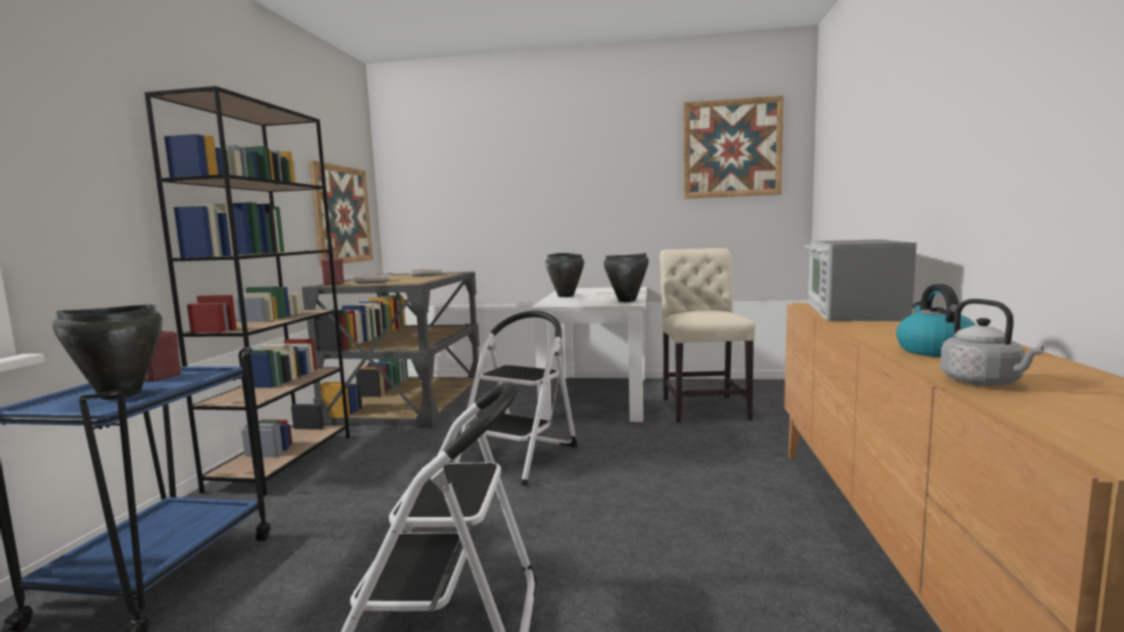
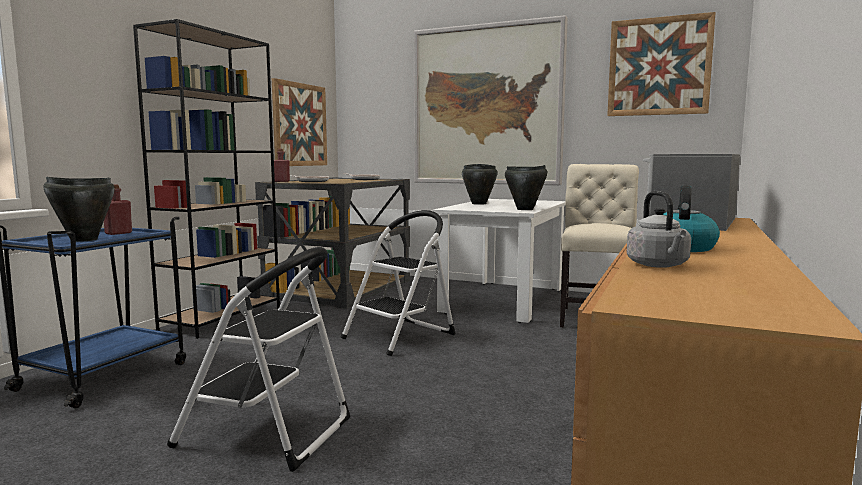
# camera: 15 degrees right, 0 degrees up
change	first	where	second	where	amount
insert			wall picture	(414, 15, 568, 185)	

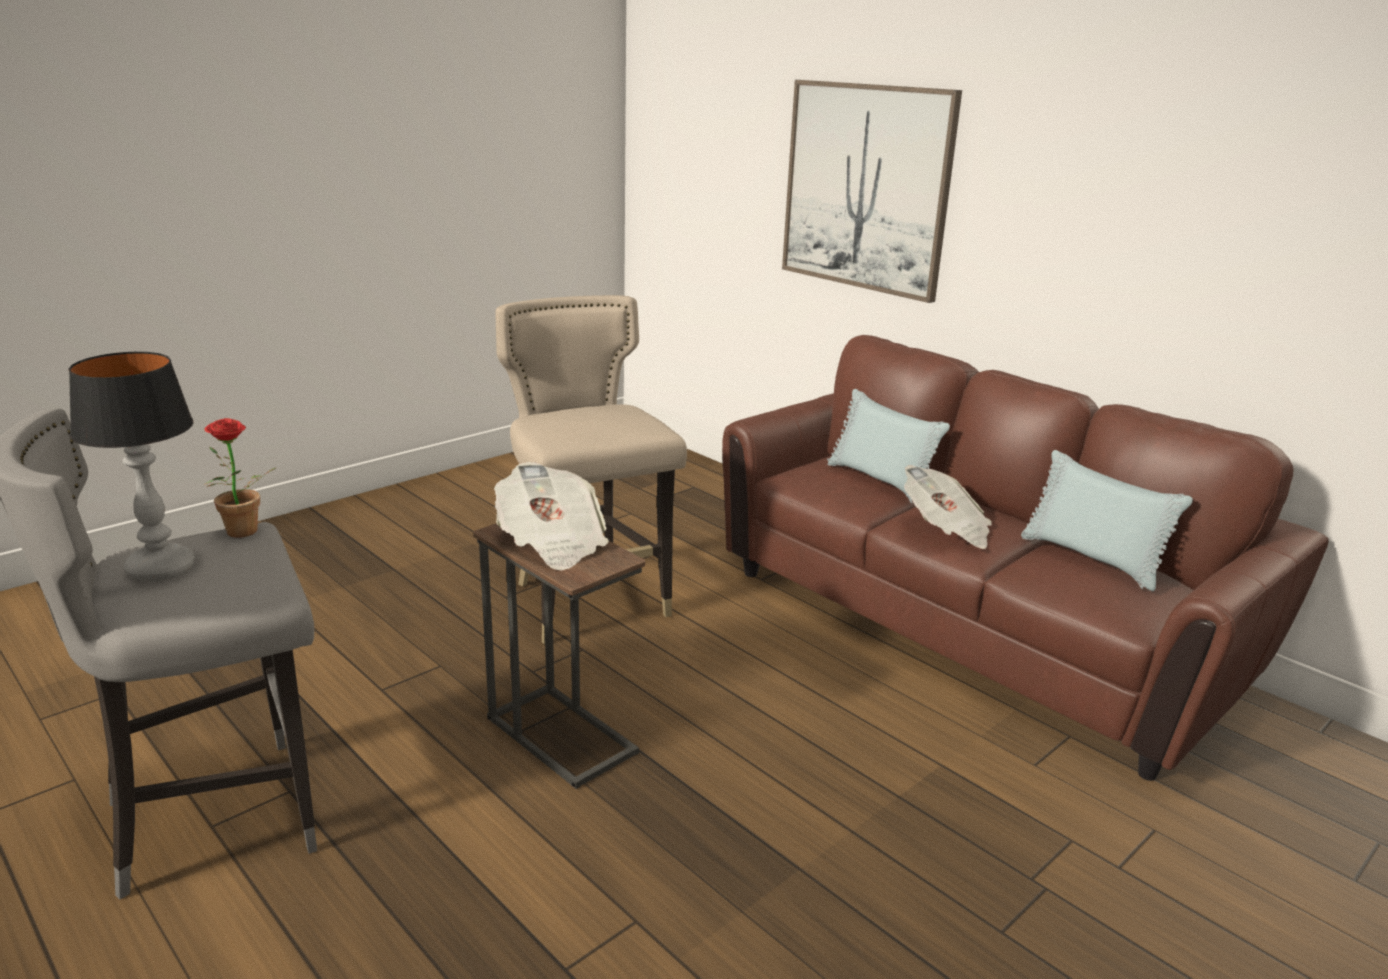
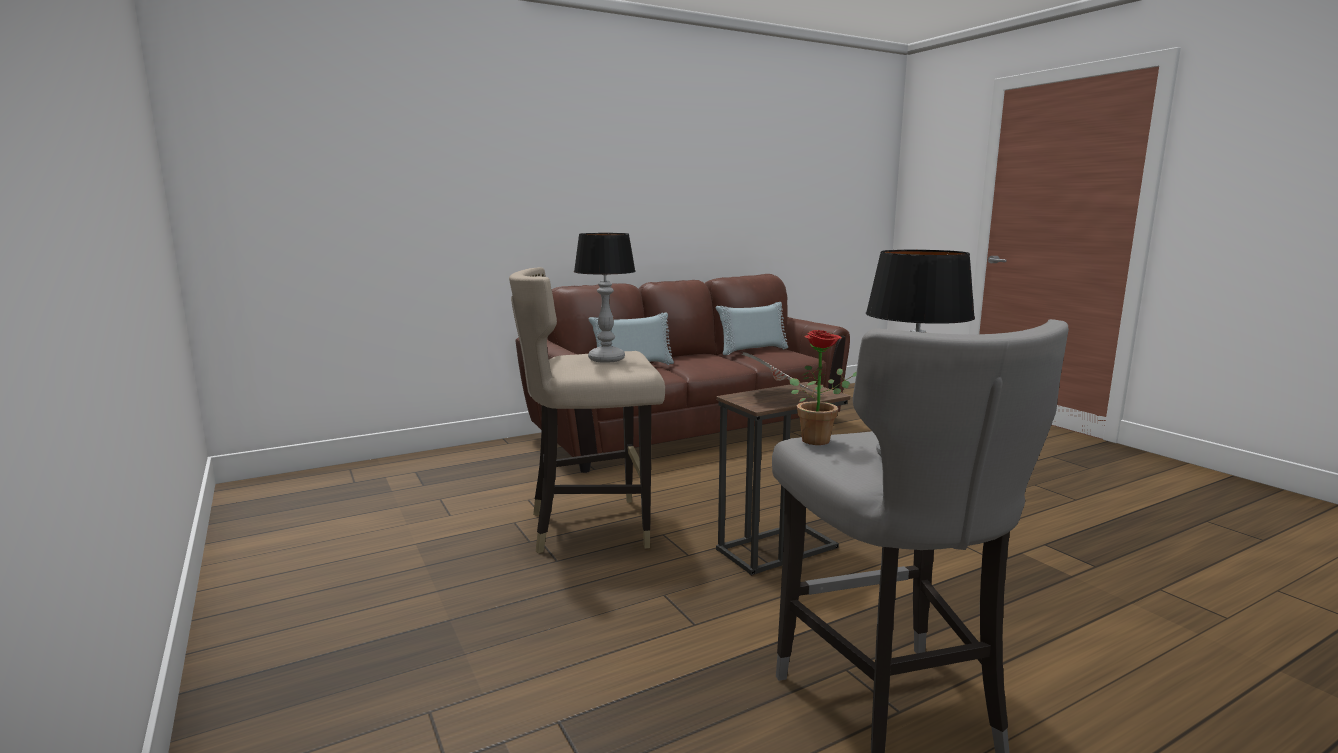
# camera: 75 degrees left, 10 degrees down
change	first	where	second	where	amount
delete	wall picture	(782, 80, 962, 303)			
delete	printed paper	(904, 465, 992, 549)			
insert			tabletop lamp	(574, 233, 636, 363)	

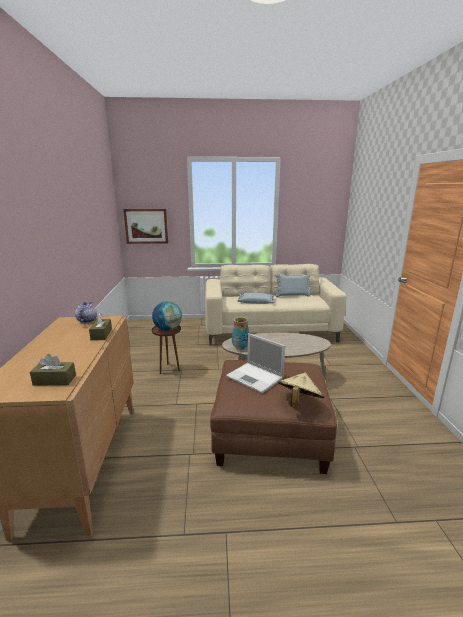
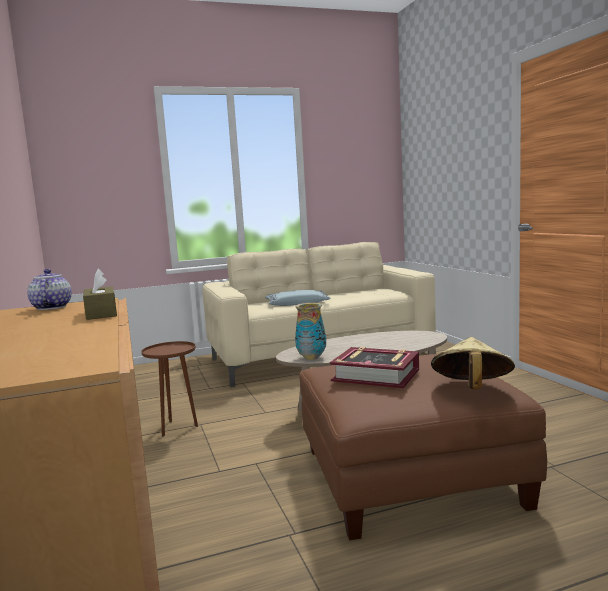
# camera: 15 degrees left, 10 degrees down
change	first	where	second	where	amount
delete	brown tissue holder	(30, 354, 76, 386)			
delete	wall picture	(123, 209, 168, 244)			
delete	world globe	(152, 301, 182, 331)			
replace	notebook computer	(226, 333, 285, 393)	volume	(330, 347, 419, 388)	
delete	bluish pillow	(275, 274, 311, 297)			

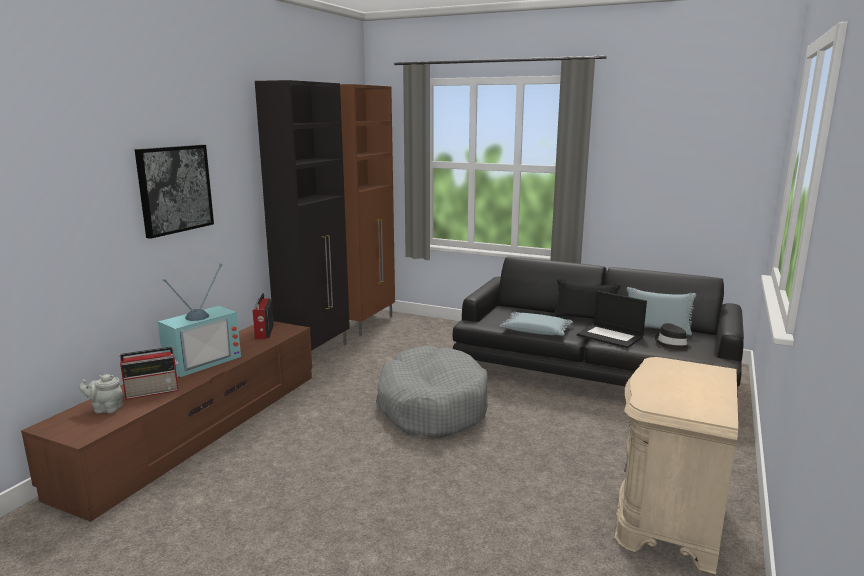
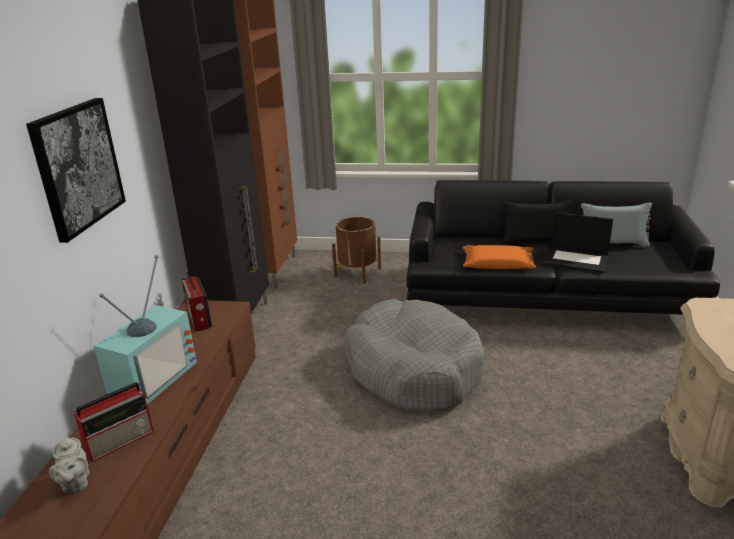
# camera: 15 degrees left, 10 degrees up
change	first	where	second	where	amount
rotate	greyish teapot	(79, 374, 123, 413)		(49, 435, 89, 492)	90 degrees counterclockwise
recolor	bluish pillow	(500, 312, 573, 336)	orange-coloured pillow	(462, 245, 536, 269)	
delete	black-coloured clothing hat	(655, 323, 692, 350)			
insert			brown flower pot	(332, 217, 381, 283)	

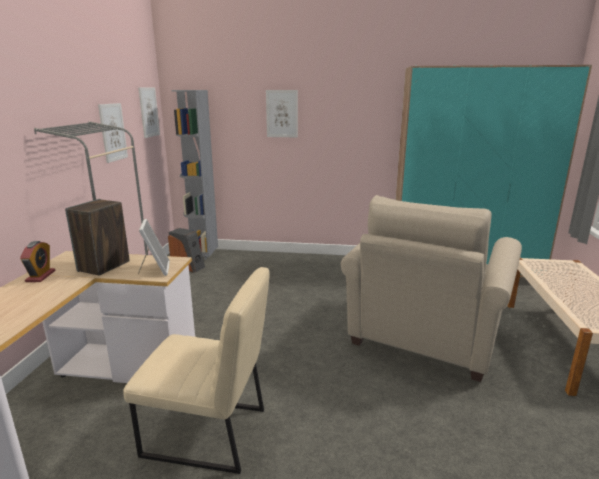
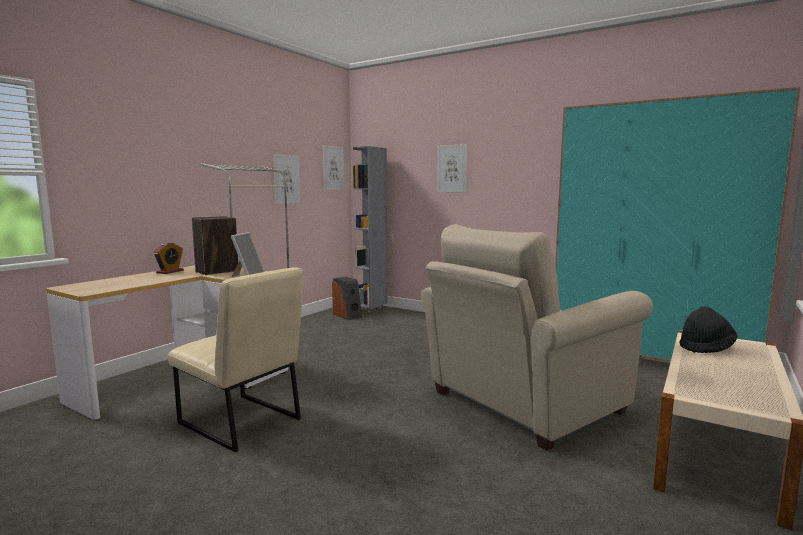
# camera: 25 degrees right, 10 degrees down
change	first	where	second	where	amount
insert			black-coloured clothing hat	(679, 306, 738, 353)	

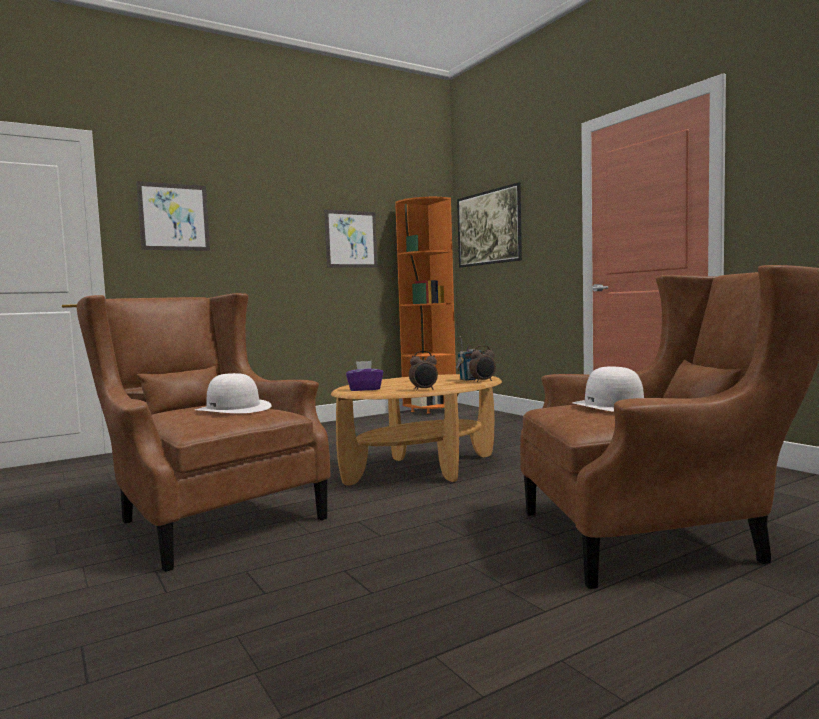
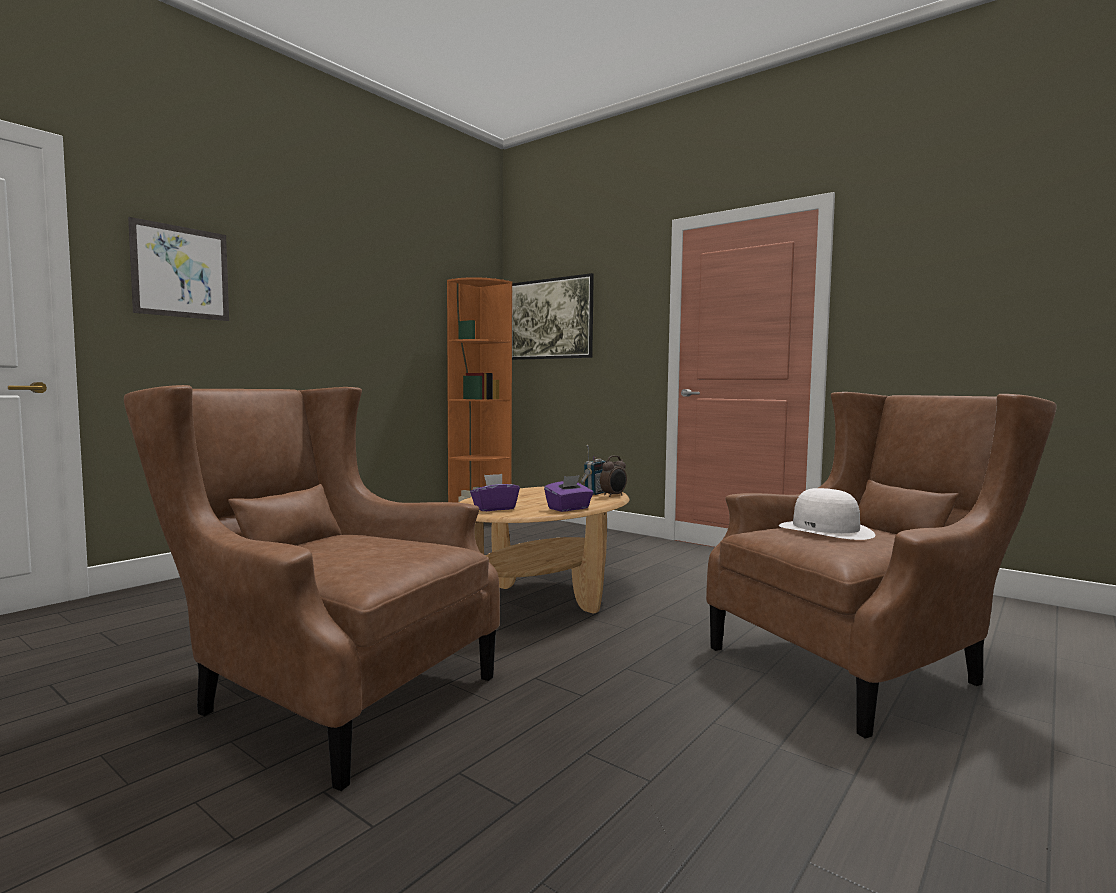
# camera: 20 degrees left, 0 degrees up
change	first	where	second	where	amount
delete	white-coloured clothing hat	(195, 373, 272, 413)			
delete	wall picture	(324, 209, 378, 268)			
replace	bedside clock	(409, 351, 438, 391)	purple-coloured tissue holder	(544, 475, 593, 512)	

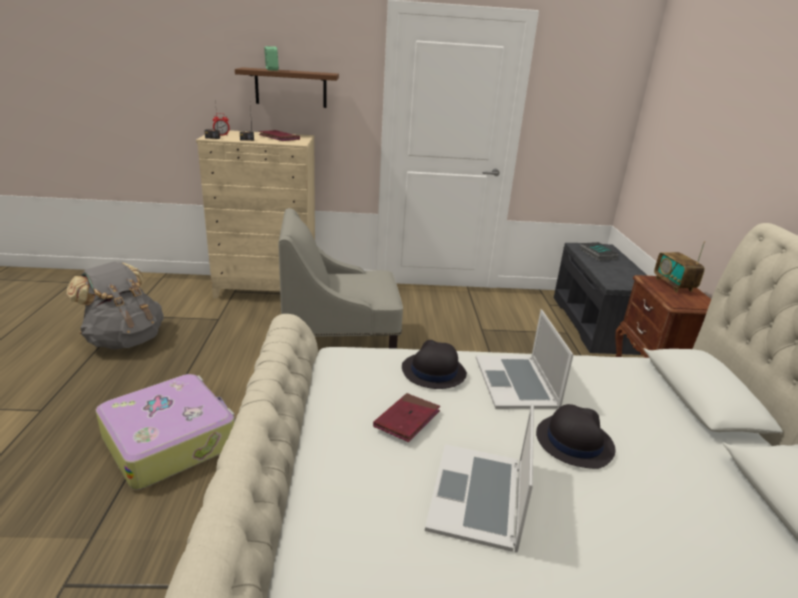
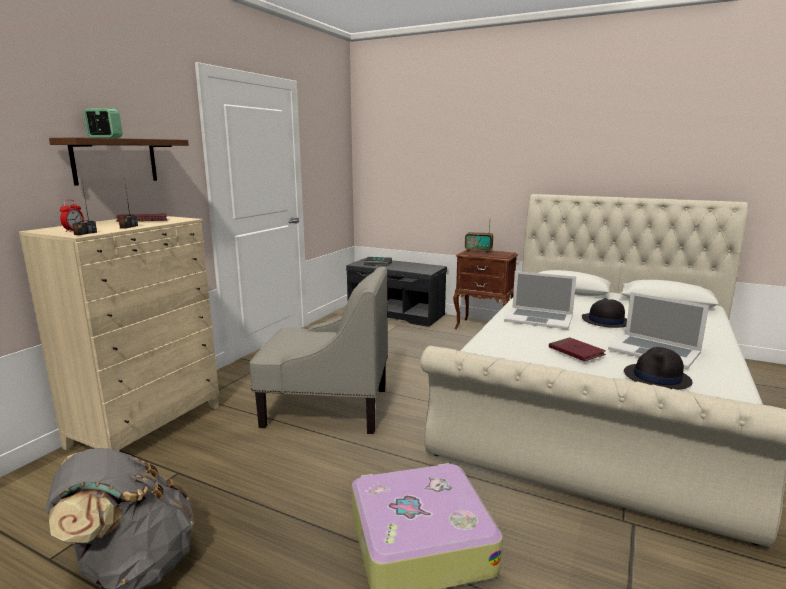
# camera: 60 degrees left, 10 degrees down
change	first	where	second	where	amount
rotate	greyish easy chair	(278, 208, 403, 349)		(250, 267, 388, 434)	105 degrees counterclockwise
move	black-coloured clothing hat	(402, 340, 467, 389)		(624, 347, 693, 390)	

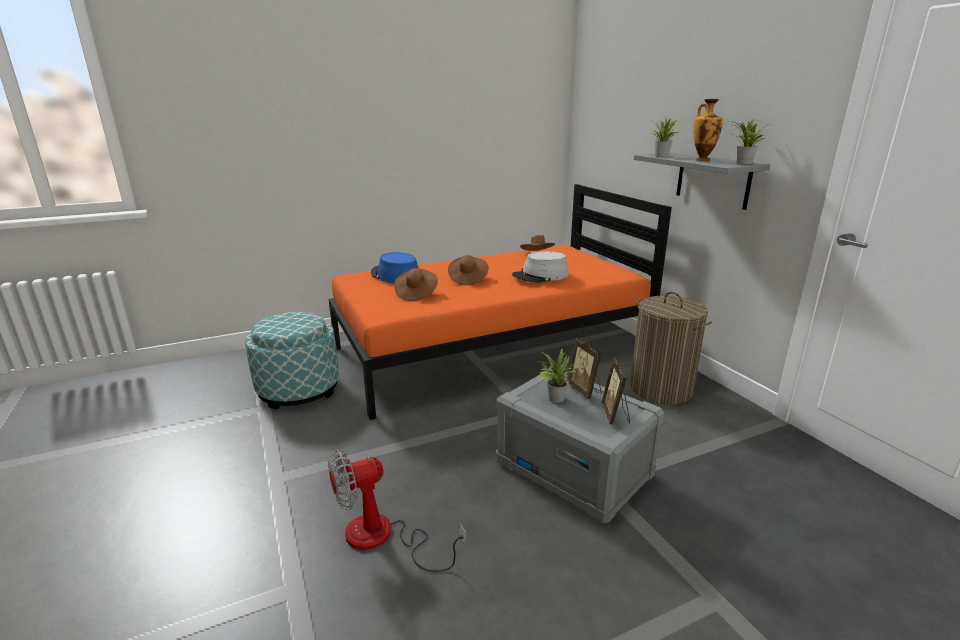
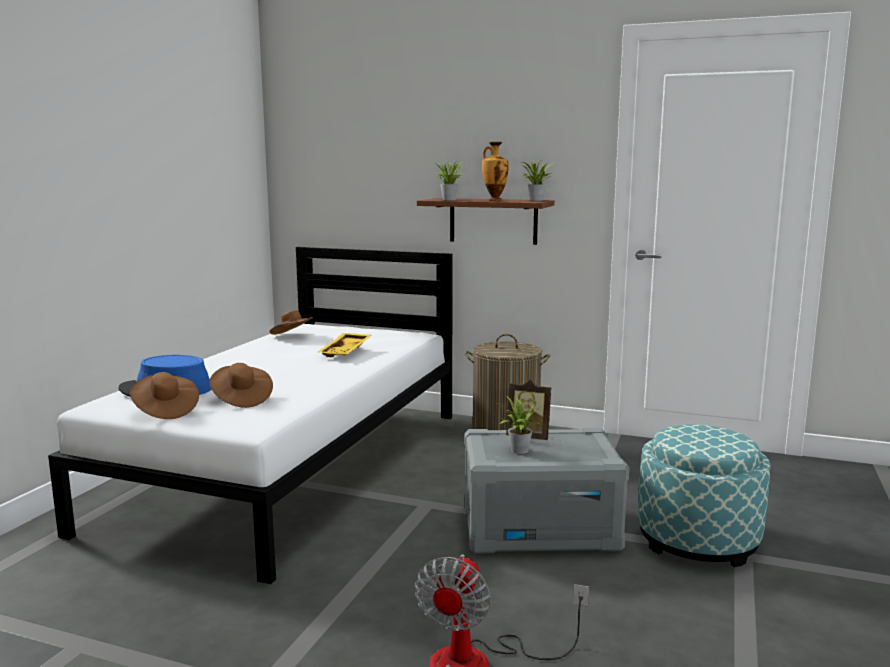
# camera: 45 degrees left, 10 degrees down
change	first	where	second	where	amount
move	ottoman	(245, 312, 339, 409)		(638, 424, 770, 567)	
recolor	orange-coloured bedroom bed	(329, 184, 672, 420)	white-coloured bedroom bed	(48, 247, 453, 584)	
move	brown clothing hat	(448, 255, 489, 285)		(130, 372, 199, 419)	
replace	greyish clothing hat	(512, 251, 569, 283)	yellowish serving tray	(318, 333, 371, 357)	
delete	picture frame	(602, 358, 630, 425)			
recolor	greyish shelf	(634, 153, 770, 210)	brown shelf	(417, 198, 555, 245)	

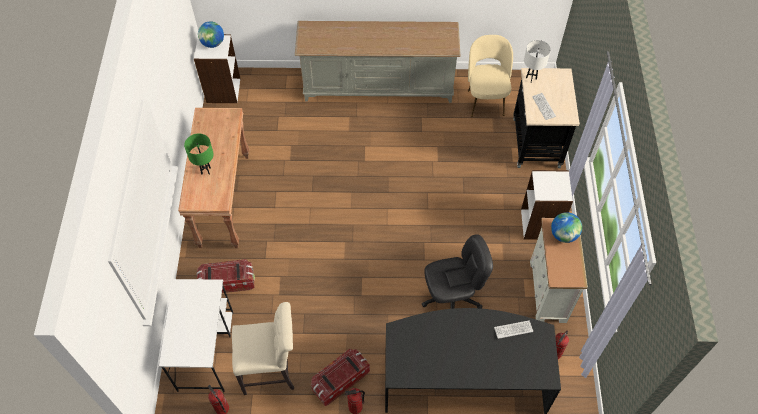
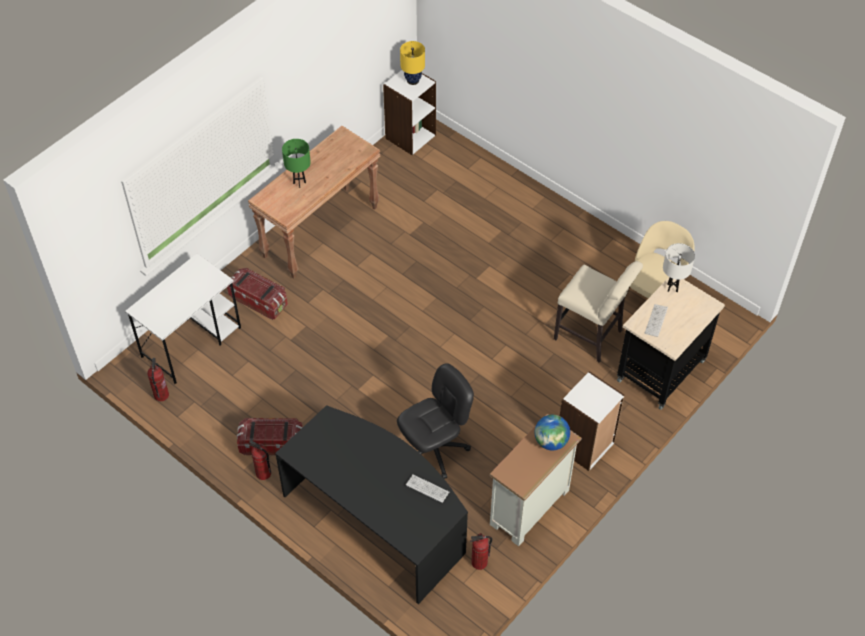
# camera: 40 degrees right, 5 degrees down
change	first	where	second	where	amount
replace	world globe	(198, 21, 224, 48)	yellowish tabletop lamp	(400, 41, 425, 85)	
move	beige-coloured stool seat	(232, 302, 294, 395)		(554, 261, 643, 363)	
delete	greyish cupboard	(295, 21, 461, 103)			
rotate	black-coloured desk chair	(422, 234, 493, 309)		(397, 363, 474, 479)	60 degrees counterclockwise

